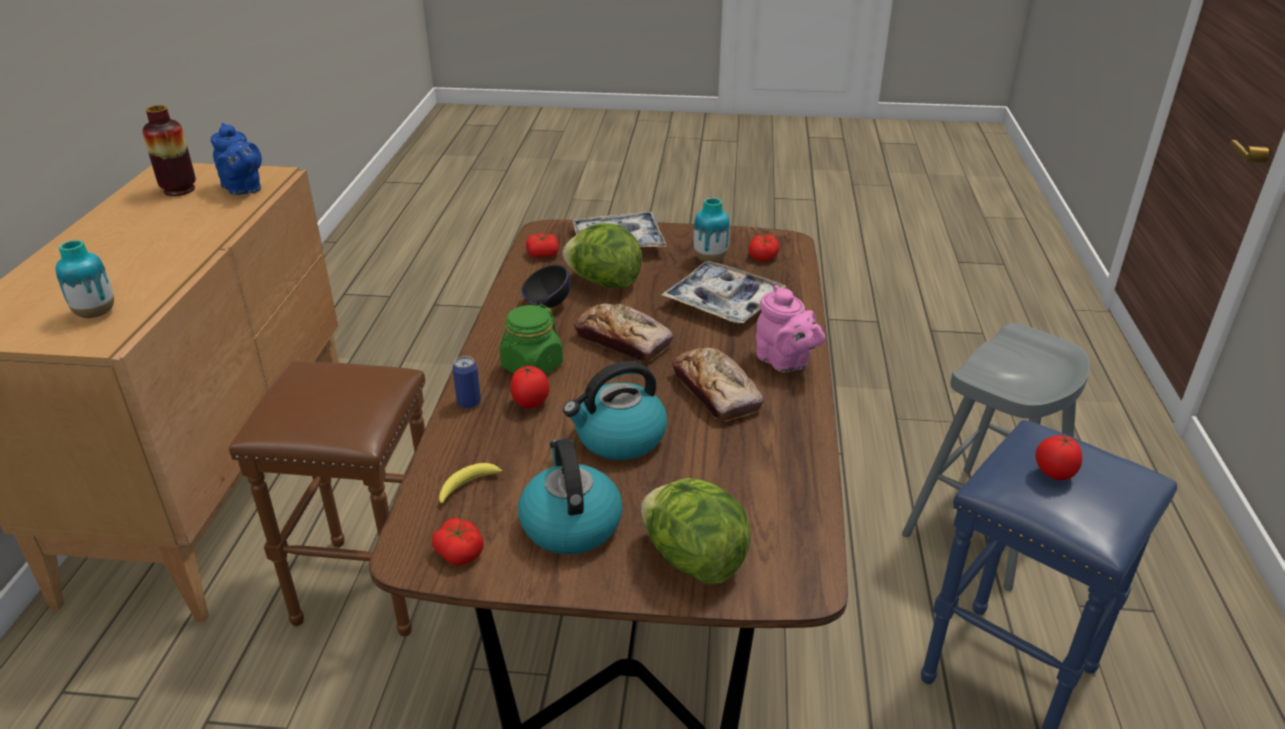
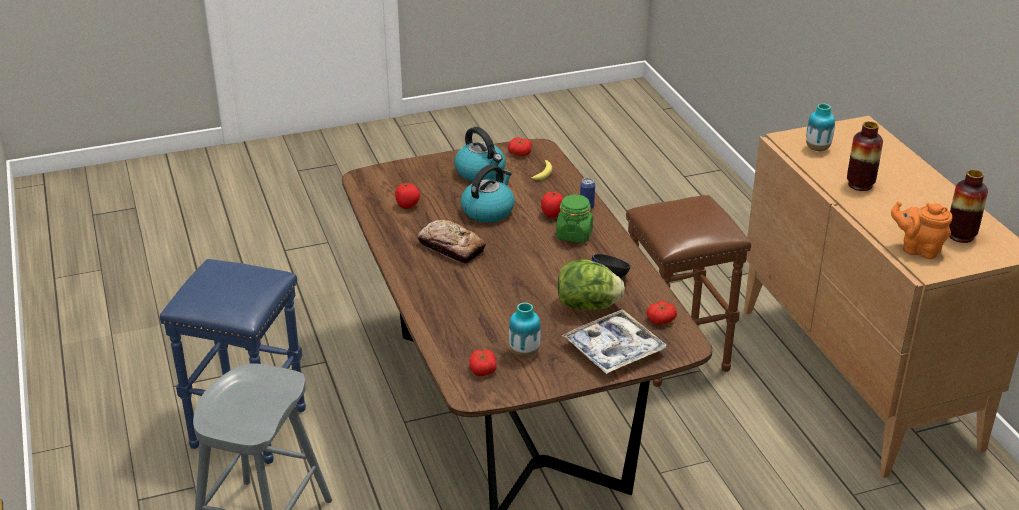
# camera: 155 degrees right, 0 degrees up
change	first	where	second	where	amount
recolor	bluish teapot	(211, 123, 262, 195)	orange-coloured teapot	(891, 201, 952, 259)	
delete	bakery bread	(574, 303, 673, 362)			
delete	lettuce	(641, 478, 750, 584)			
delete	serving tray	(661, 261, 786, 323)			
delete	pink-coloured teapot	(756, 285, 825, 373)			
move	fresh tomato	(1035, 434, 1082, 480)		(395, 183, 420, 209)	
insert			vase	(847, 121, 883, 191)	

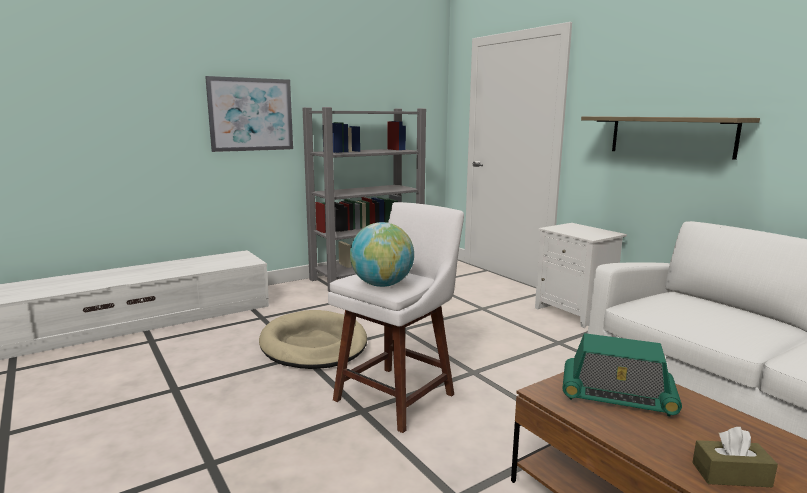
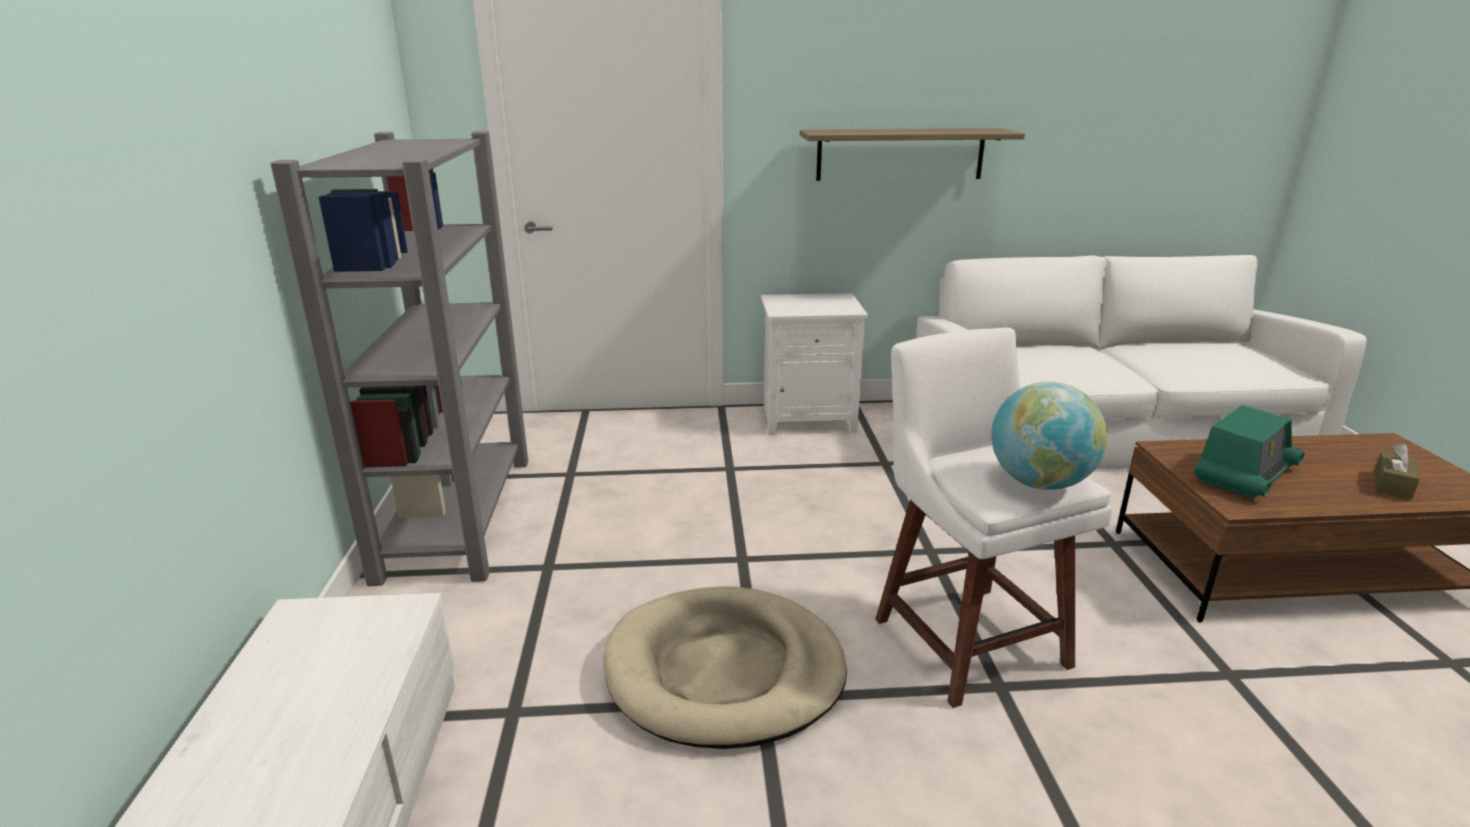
# camera: 60 degrees left, 10 degrees up
change	first	where	second	where	amount
delete	wall picture	(205, 76, 293, 152)			

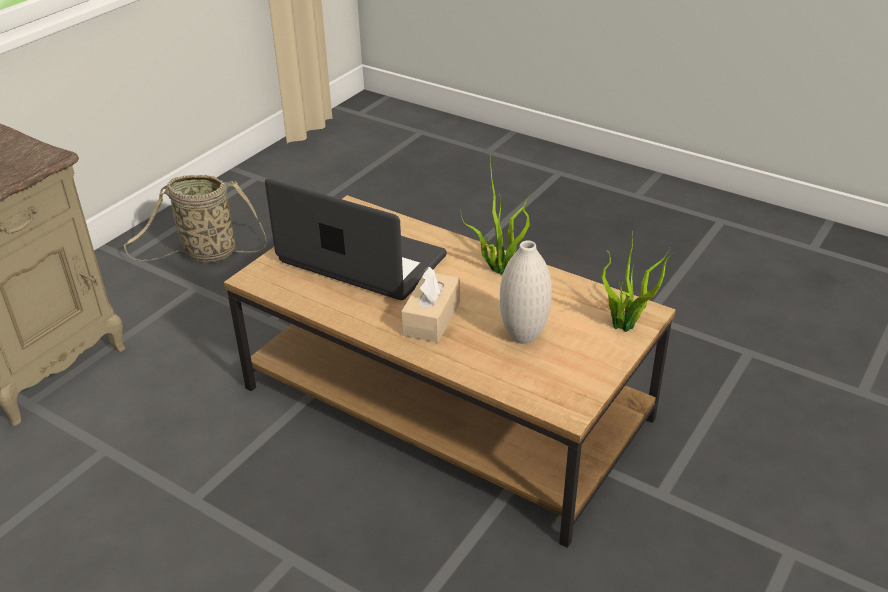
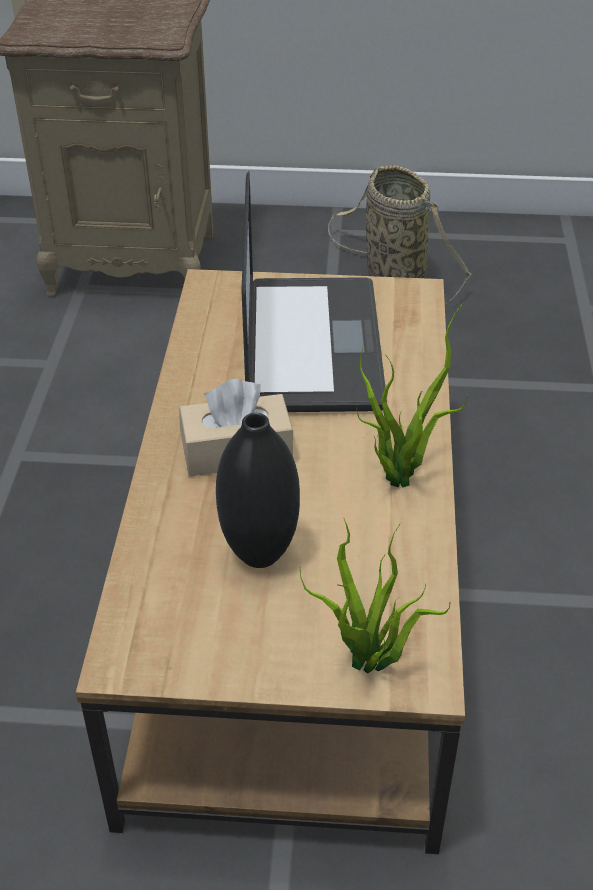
# camera: 60 degrees right, 5 degrees up
change	first	where	second	where	amount
recolor	white-coloured vase	(500, 241, 552, 344)	black-coloured vase	(216, 413, 300, 568)	

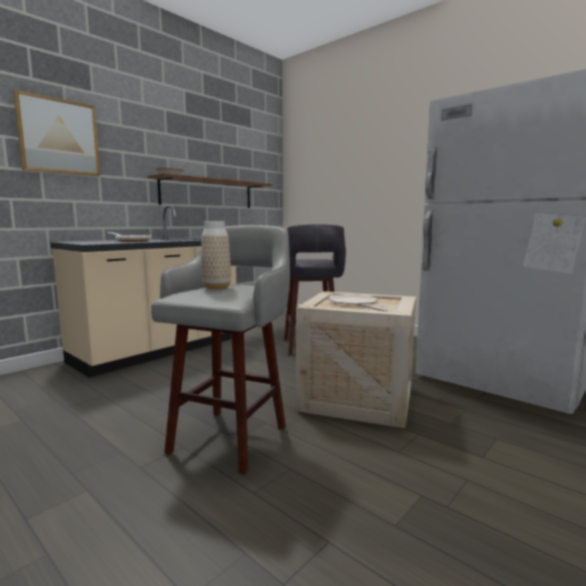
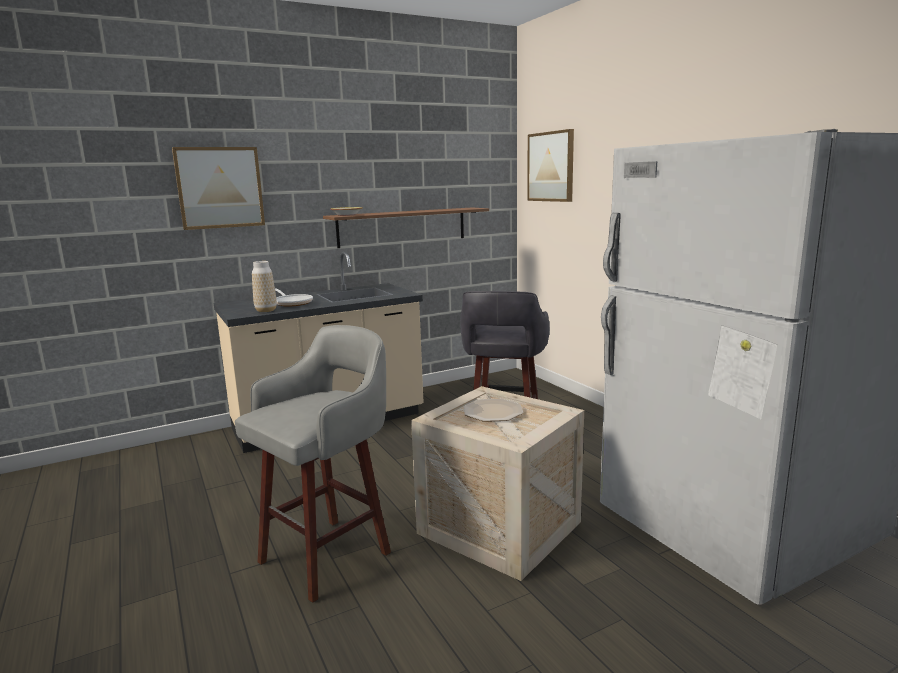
# camera: 20 degrees right, 5 degrees up
change	first	where	second	where	amount
move	vase	(201, 221, 231, 290)		(252, 261, 277, 312)	
insert			wall picture	(527, 129, 574, 202)	

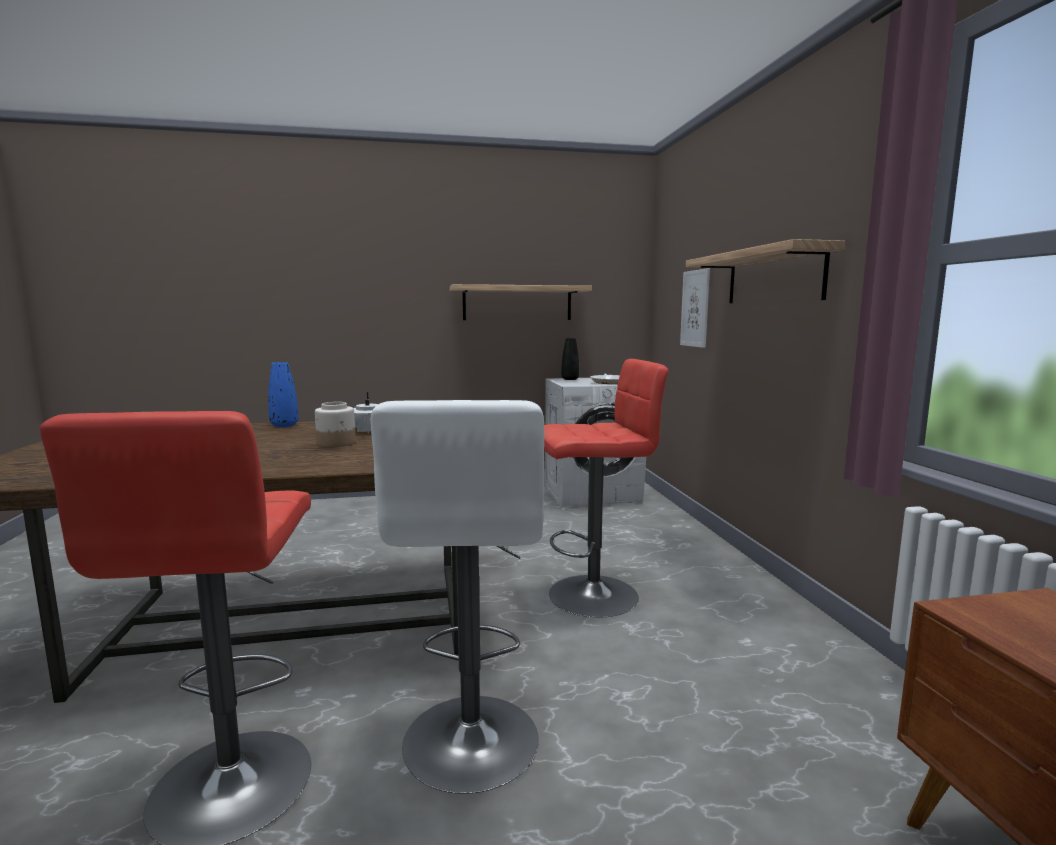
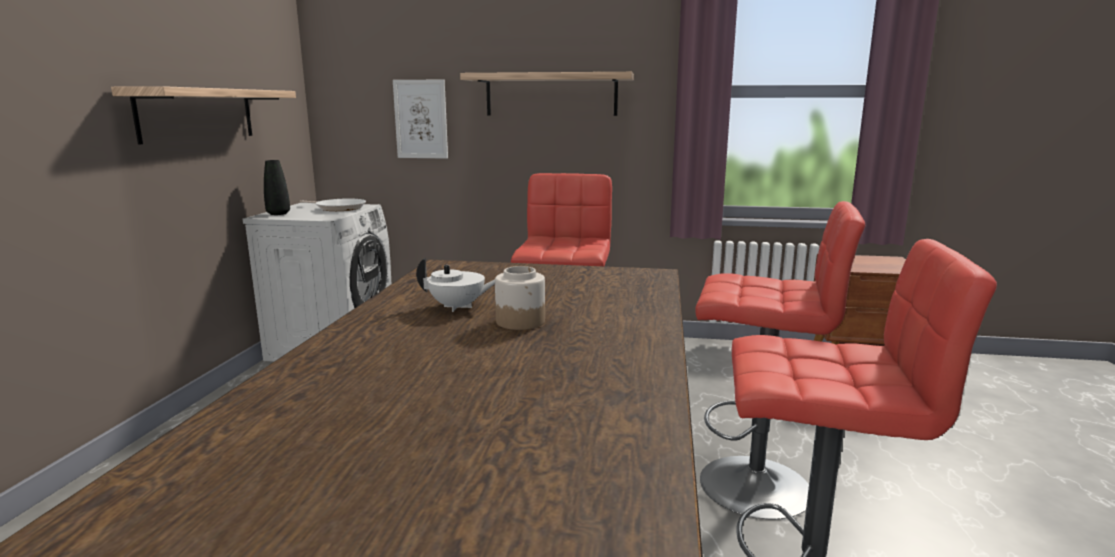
# camera: 70 degrees left, 5 degrees up
change	first	where	second	where	amount
delete	bluish vase	(268, 362, 299, 427)			
recolor	white-coloured stool seat	(371, 400, 545, 794)	red-coloured stool seat	(696, 201, 865, 519)	

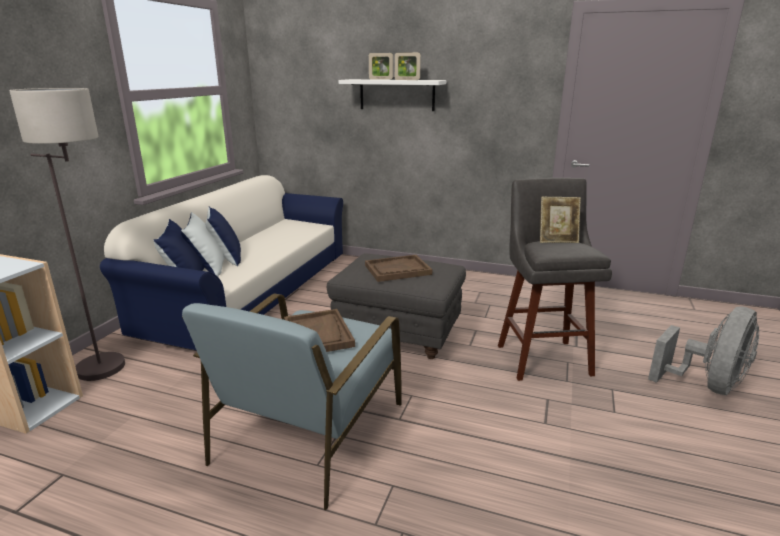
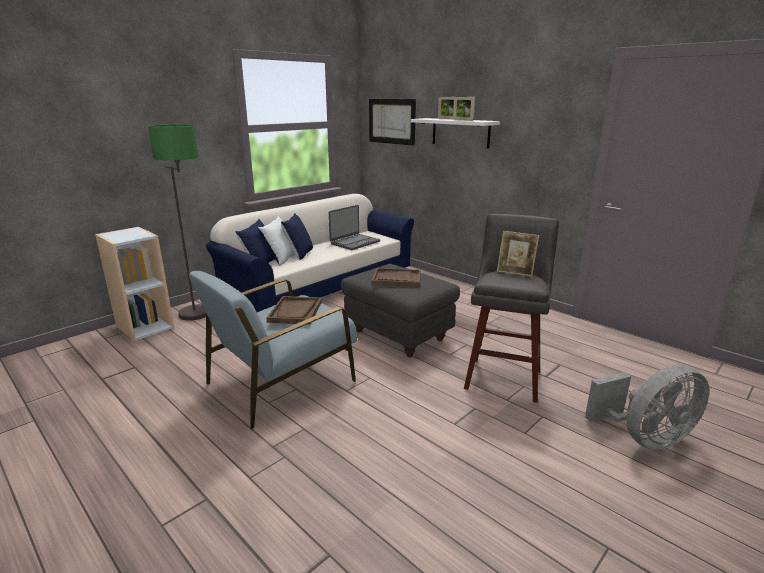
# camera: 25 degrees right, 0 degrees up
change	first	where	second	where	amount
recolor	greyish floor lamp	(10, 88, 125, 381)	green floor lamp	(148, 124, 206, 321)	
insert			notebook computer	(329, 205, 380, 250)	
insert			wall picture	(369, 99, 416, 146)	

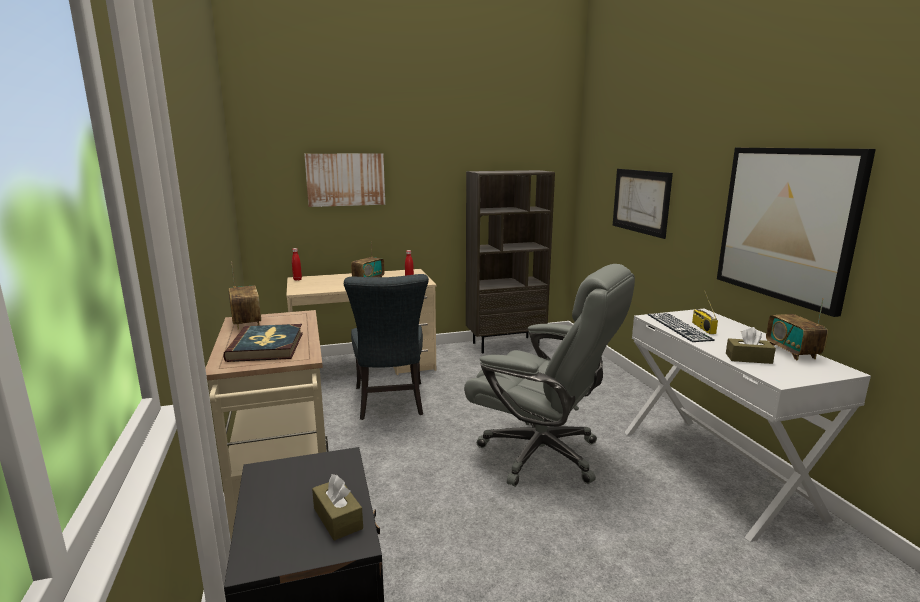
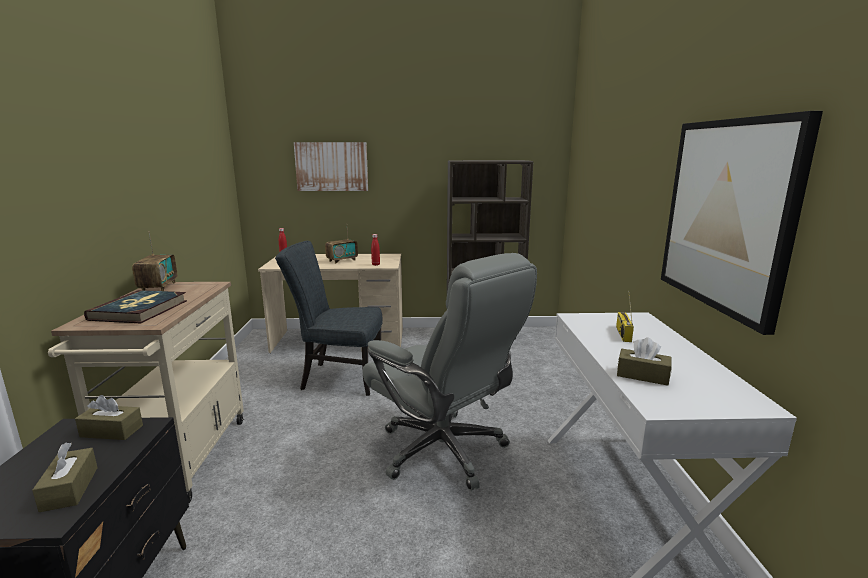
# camera: 15 degrees right, 0 degrees up
change	first	where	second	where	amount
rotate	greyish chair	(343, 274, 429, 420)		(275, 241, 383, 396)	90 degrees clockwise
delete	wall picture	(613, 169, 673, 239)			
delete	PC keyboard	(648, 313, 715, 342)			
delete	radio	(766, 298, 828, 360)			
insert			brown tissue holder	(75, 395, 143, 440)	

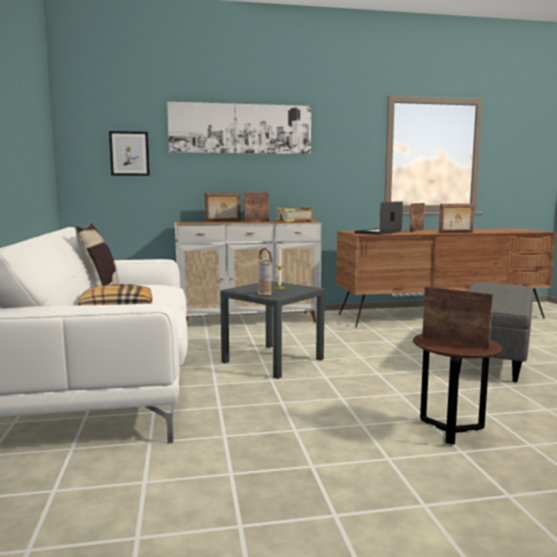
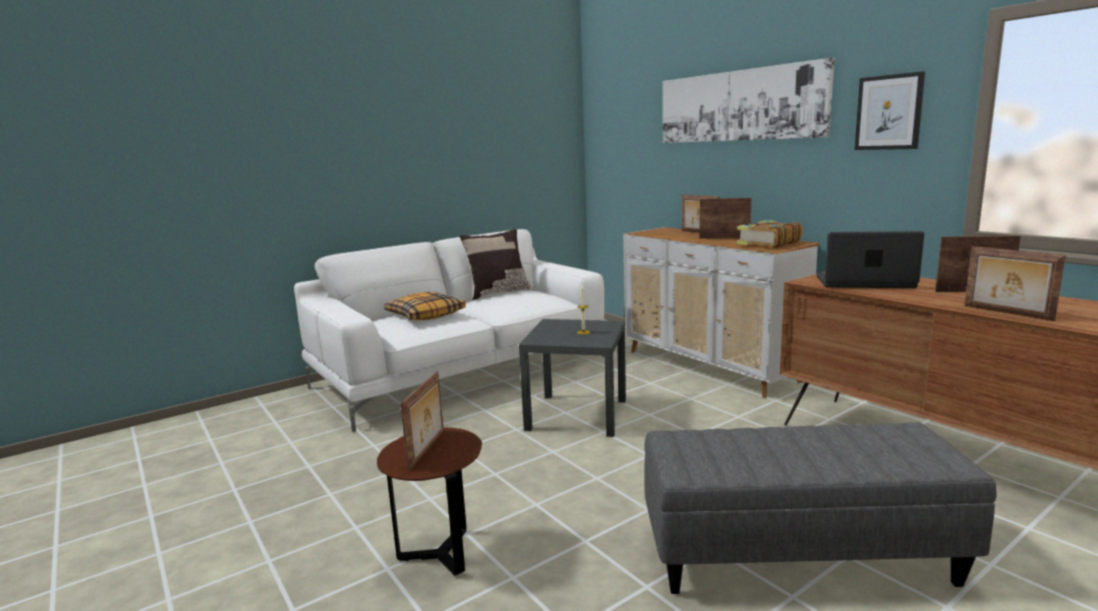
# camera: 65 degrees right, 5 degrees up
change	first	where	second	where	amount
move	wall picture	(109, 131, 150, 176)		(855, 71, 925, 150)	
delete	vase	(258, 248, 273, 295)			

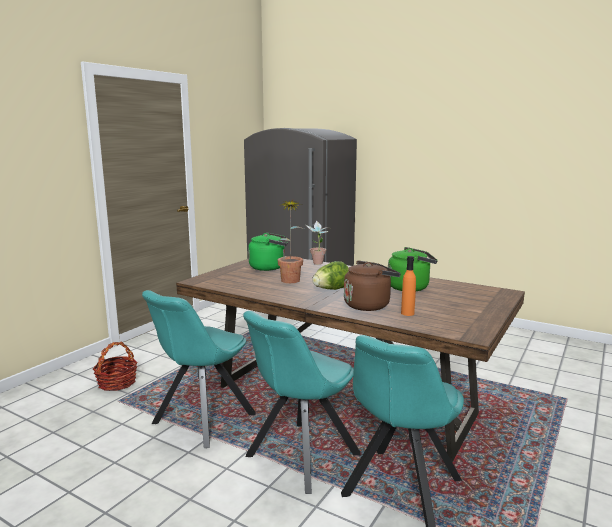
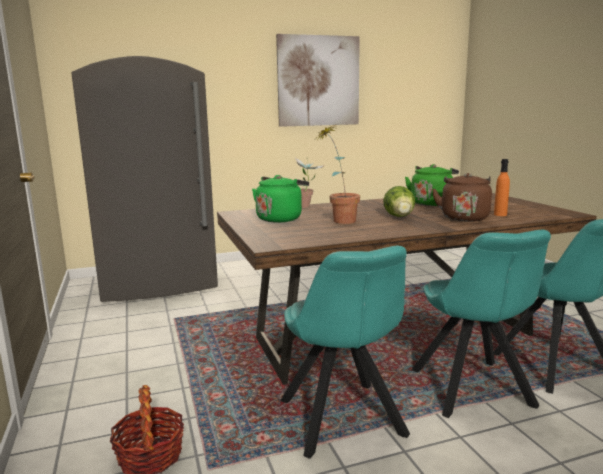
# camera: 50 degrees left, 0 degrees up
change	first	where	second	where	amount
insert			wall picture	(276, 34, 360, 127)	

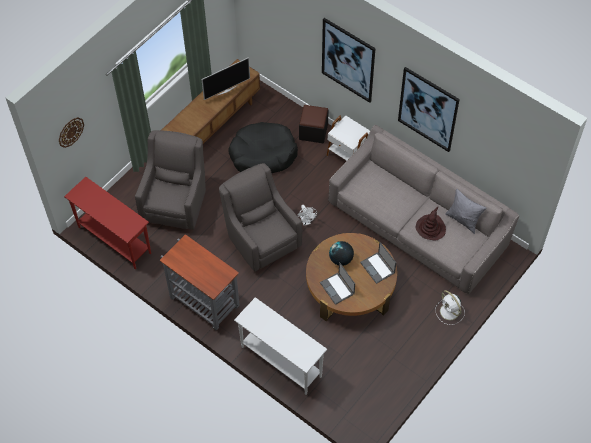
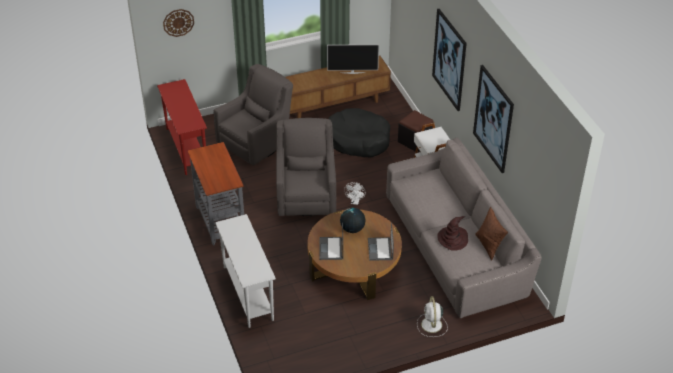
# camera: 30 degrees right, 15 degrees down
change	first	where	second	where	amount
recolor	greyish pillow	(445, 188, 486, 234)	brown pillow	(475, 207, 508, 261)	

